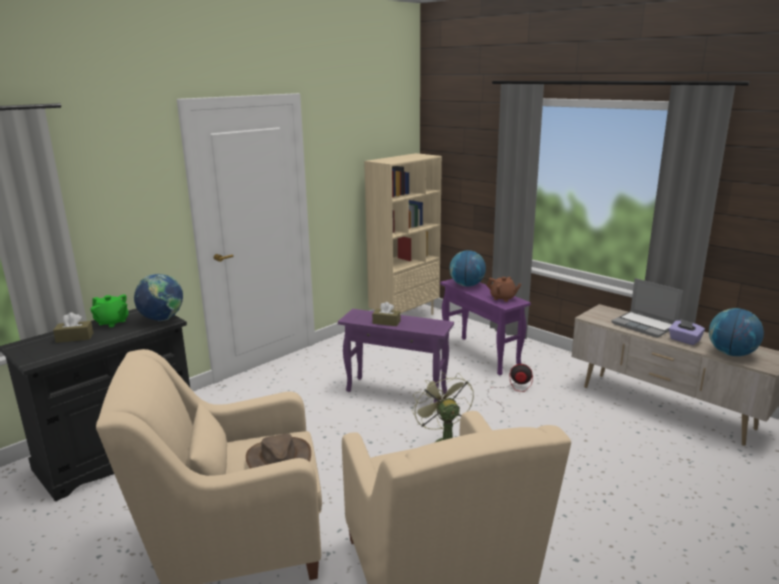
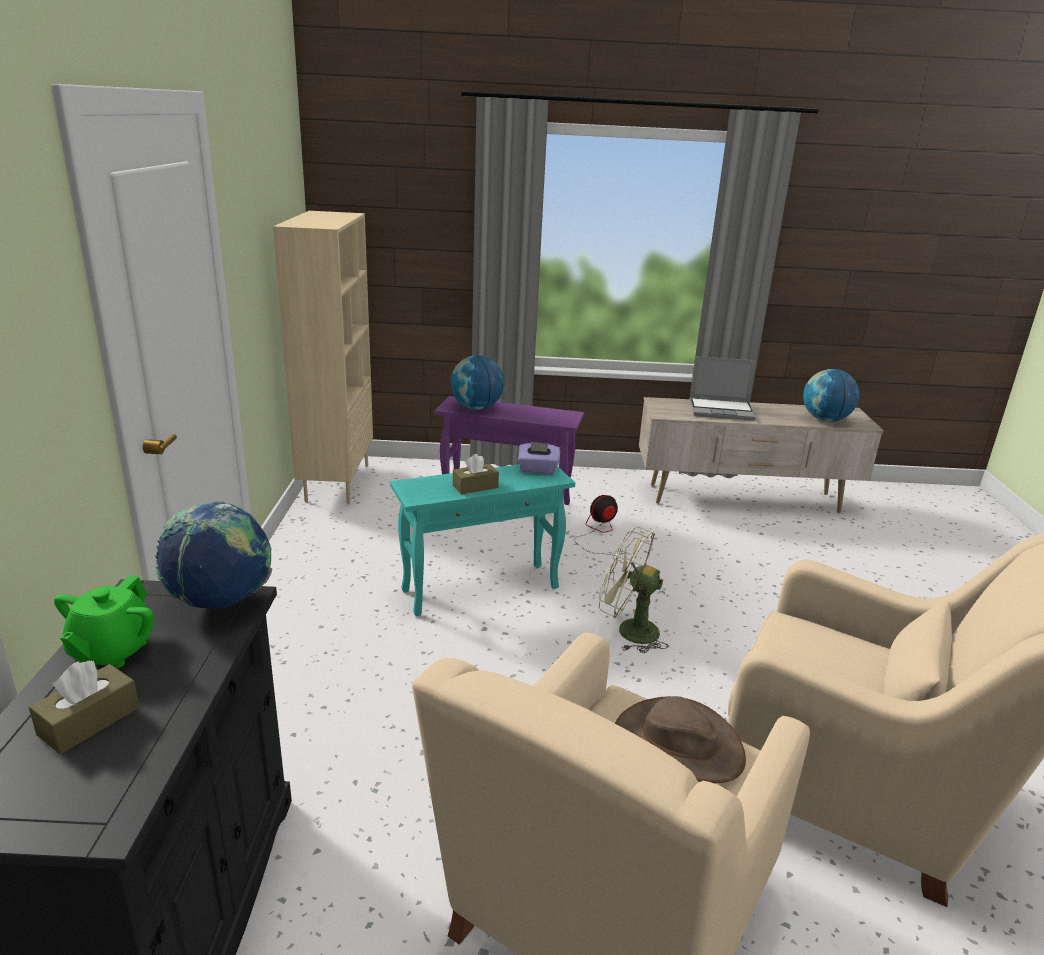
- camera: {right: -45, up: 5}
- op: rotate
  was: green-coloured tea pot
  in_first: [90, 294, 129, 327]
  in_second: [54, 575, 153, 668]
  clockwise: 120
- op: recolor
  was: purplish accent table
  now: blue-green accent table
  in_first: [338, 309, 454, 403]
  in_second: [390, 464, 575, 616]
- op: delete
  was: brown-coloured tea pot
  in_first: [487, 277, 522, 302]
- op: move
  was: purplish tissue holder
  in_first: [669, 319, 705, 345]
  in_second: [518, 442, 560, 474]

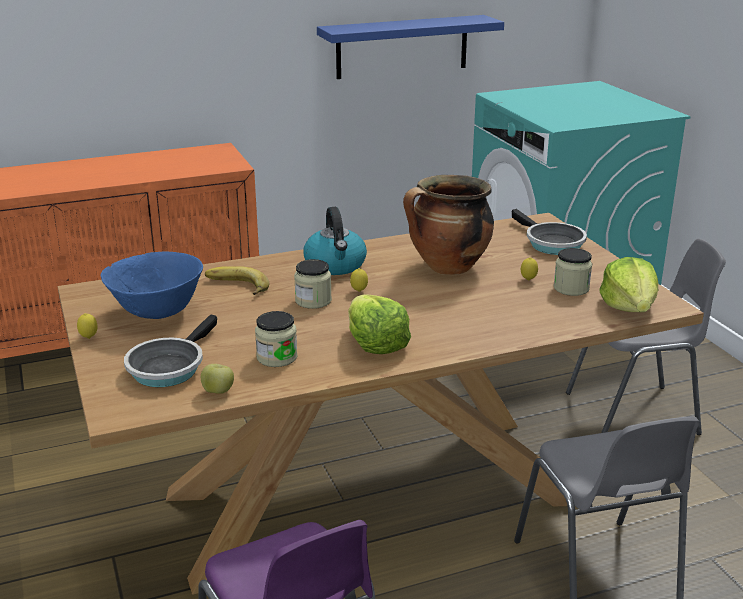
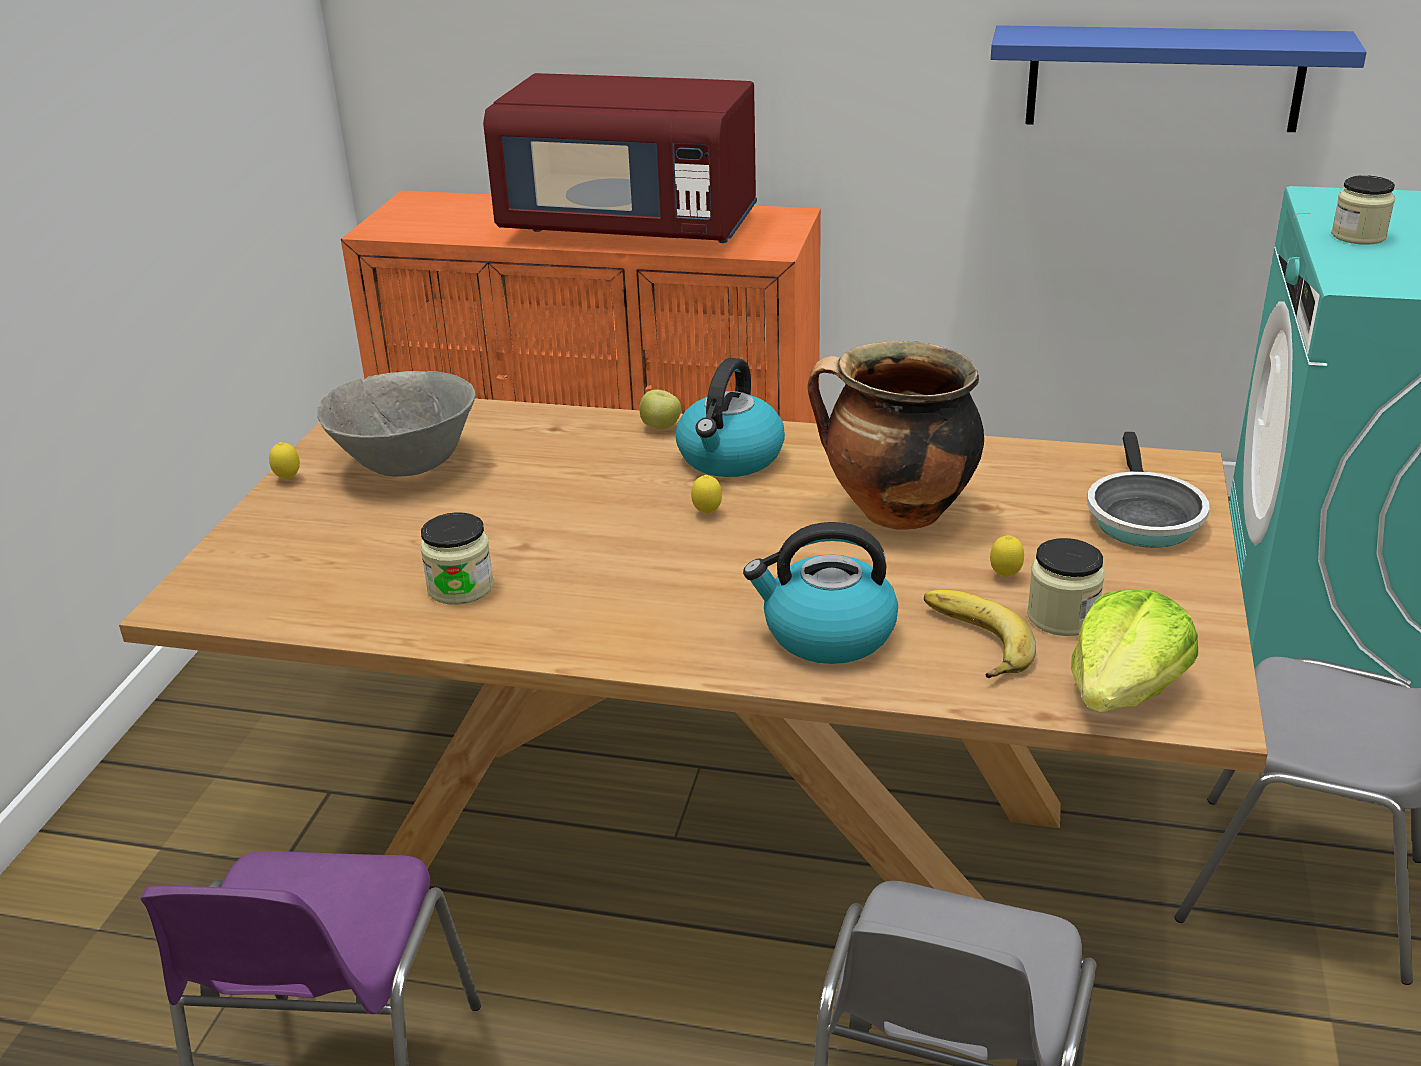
- camera: {right: 35, up: 5}
- op: recolor
  was: blue-coloured serving bowl
  now: greyish serving bowl
  in_first: [101, 252, 203, 319]
  in_second: [317, 371, 475, 477]
- op: delete
  was: pan
  in_first: [124, 315, 217, 387]
- op: move
  was: apple
  in_first: [201, 364, 234, 394]
  in_second: [639, 389, 681, 430]
- op: move
  was: banana
  in_first: [205, 266, 269, 295]
  in_second: [924, 590, 1036, 678]
- op: move
  was: storage jar
  in_first: [294, 259, 332, 309]
  in_second: [1331, 175, 1395, 245]
- op: delete
  was: head of lettuce
  in_first: [348, 294, 411, 354]
- op: insert
  now: reddish microwave
  in_second: [483, 73, 757, 243]
- op: insert
  now: tea kettle
  in_second: [743, 522, 898, 664]

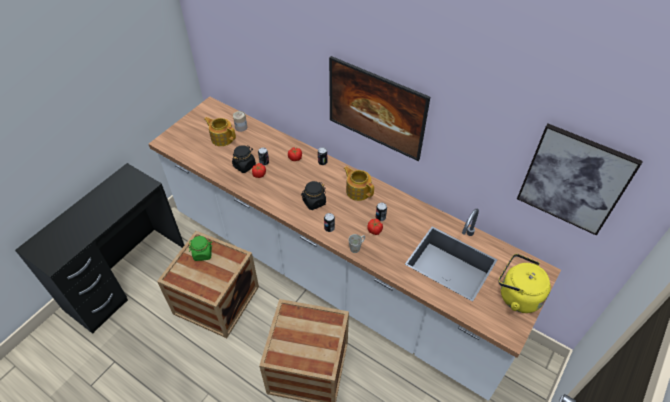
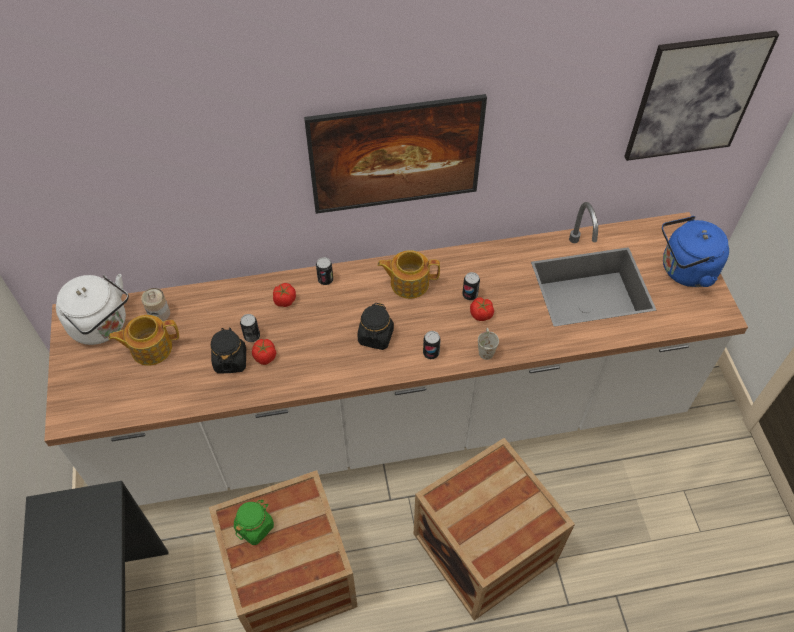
- camera: {right: -45, up: 5}
- op: recolor
  was: yellow tea kettle
  now: blue-coloured tea kettle
  in_first: [499, 254, 551, 313]
  in_second: [662, 216, 729, 287]
- op: insert
  now: white-coloured tea kettle
  in_second: [56, 274, 129, 345]

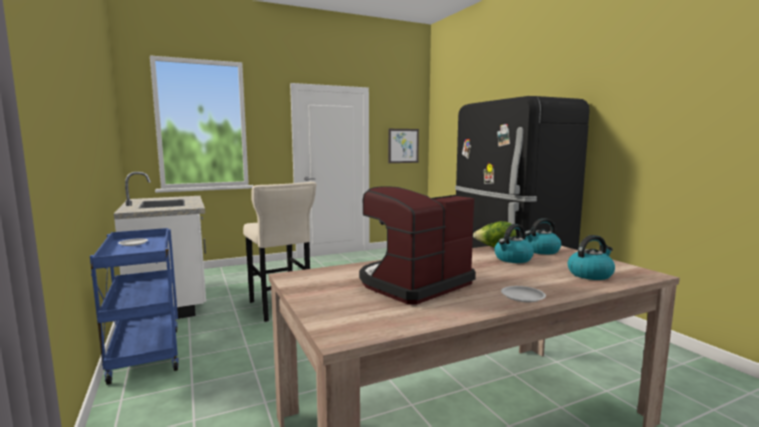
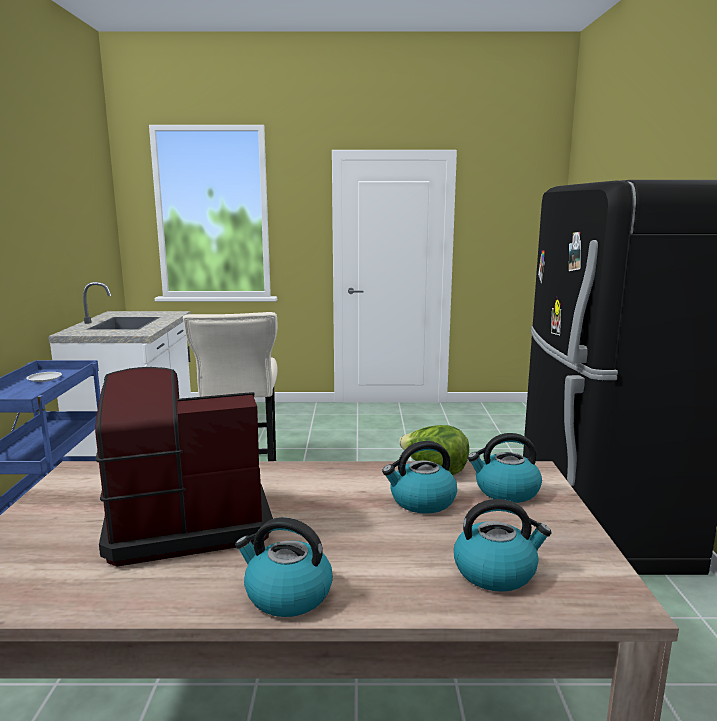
- camera: {right: 25, up: 5}
- op: delete
  was: wall art
  in_first: [388, 129, 419, 163]
- op: replace
  was: white-coloured dinner plate
  now: tea kettle
  in_first: [501, 286, 546, 302]
  in_second: [235, 517, 333, 617]

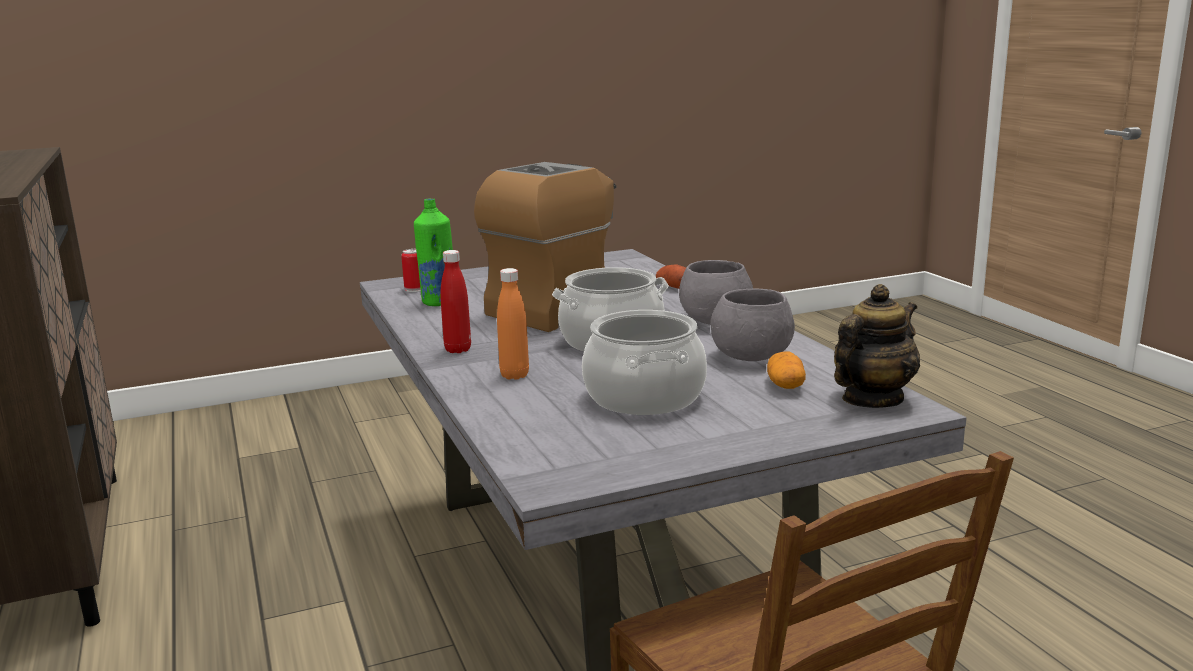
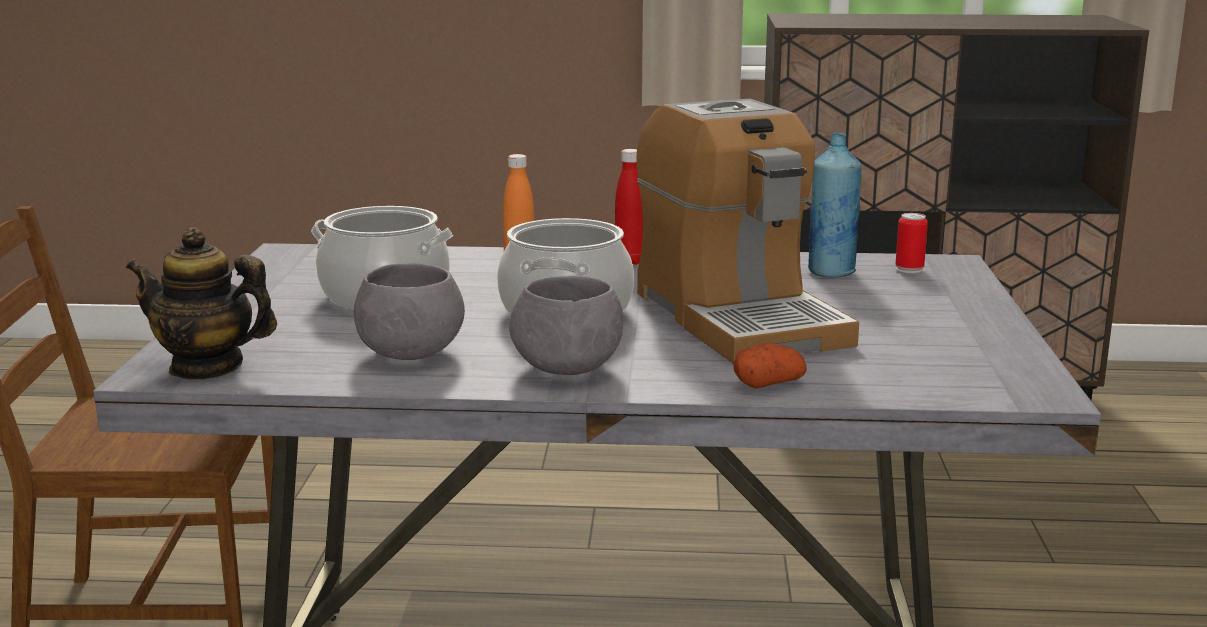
- camera: {right: 115, up: 0}
- op: recolor
  was: green-coloured drink bottle
  now: blue-coloured drink bottle
  in_first: [414, 199, 453, 306]
  in_second: [808, 133, 861, 277]
- op: delete
  was: spud
  in_first: [767, 351, 806, 389]
- op: rotate
  was: tea pot
  in_first: [834, 284, 920, 408]
  in_second: [126, 228, 277, 380]
  clockwise: 120

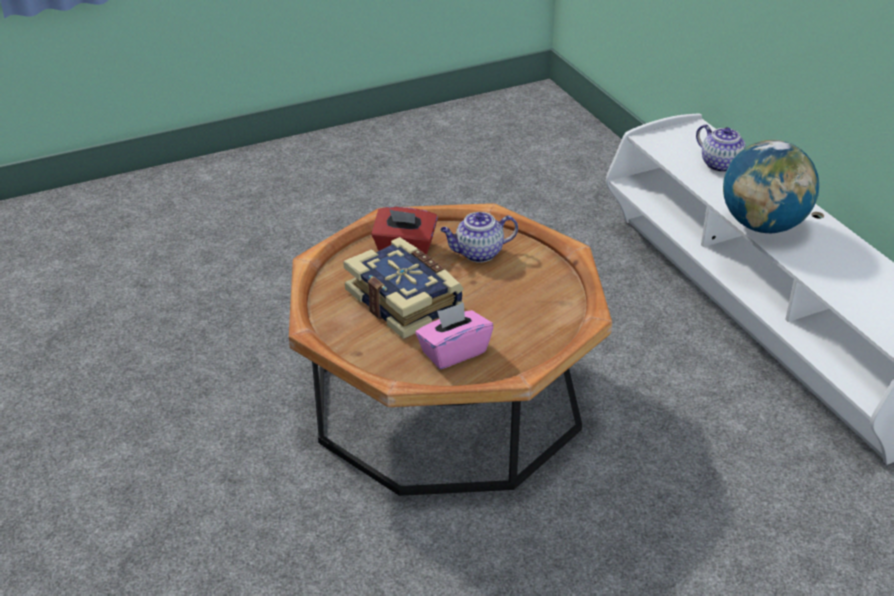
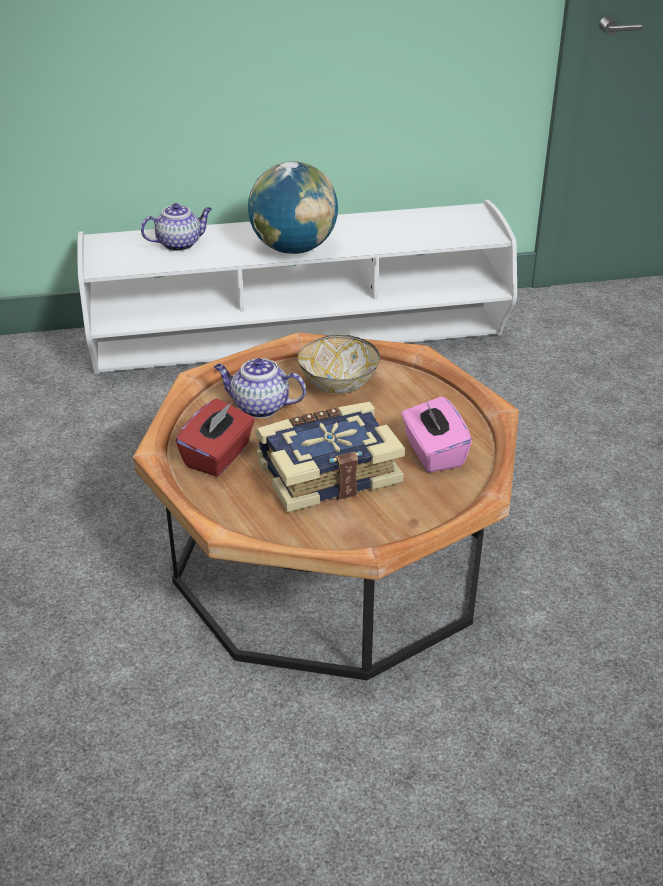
- camera: {right: -75, up: 0}
- op: rotate
  was: tea pot
  in_first: [440, 212, 518, 263]
  in_second: [214, 358, 306, 418]
  clockwise: 105
- op: insert
  now: serving bowl
  in_second: [297, 334, 380, 394]

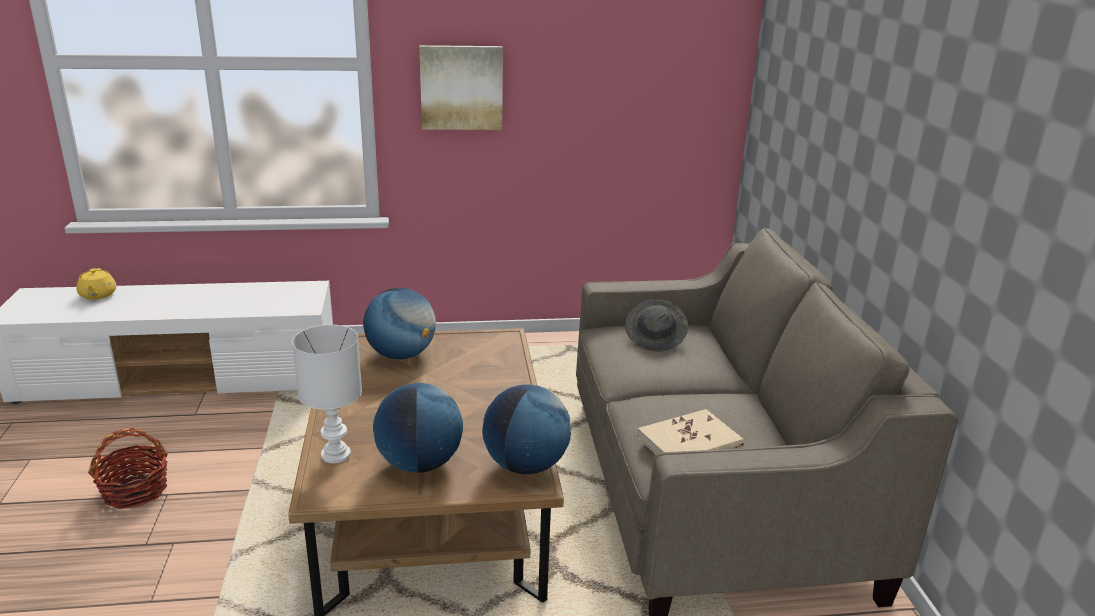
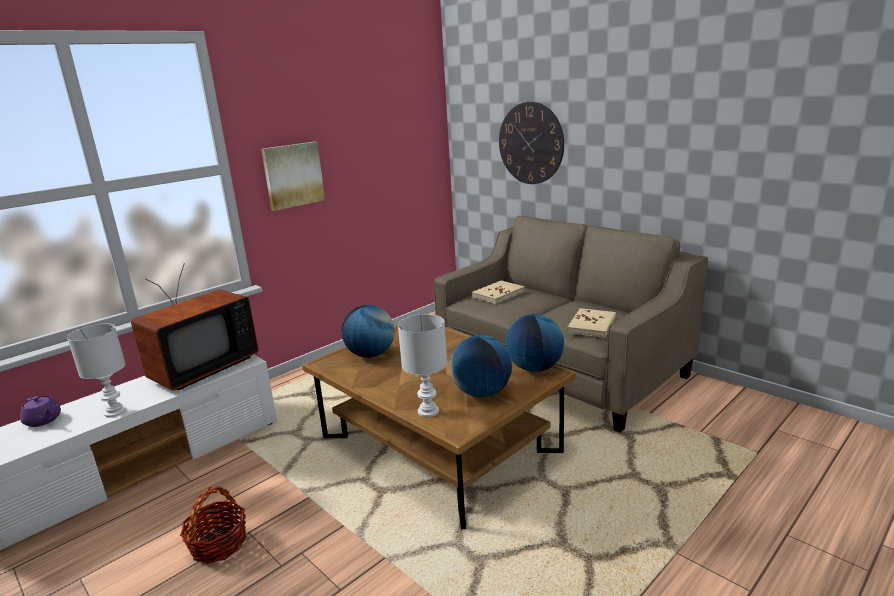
- camera: {right: -35, up: -5}
- op: recolor
  was: yellow tea pot
  now: purplish tea pot
  in_first: [76, 268, 116, 300]
  in_second: [20, 396, 61, 427]
- op: replace
  was: greyish wearable hat
  now: beige-coloured book
  in_first: [625, 299, 689, 352]
  in_second: [472, 280, 525, 304]
- op: insert
  now: white-coloured tabletop lamp
  in_second: [67, 323, 126, 418]
- op: insert
  now: TV
  in_second: [131, 263, 258, 391]
- op: insert
  now: wall clock
  in_second: [499, 102, 564, 184]

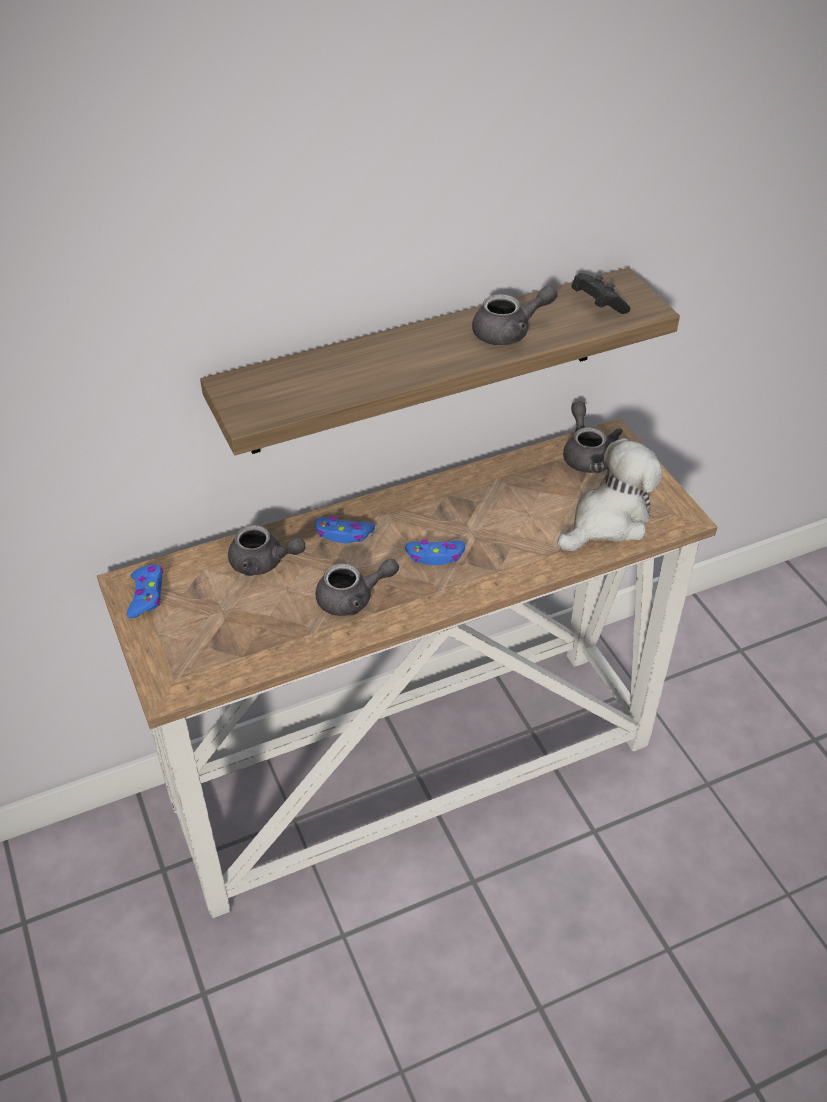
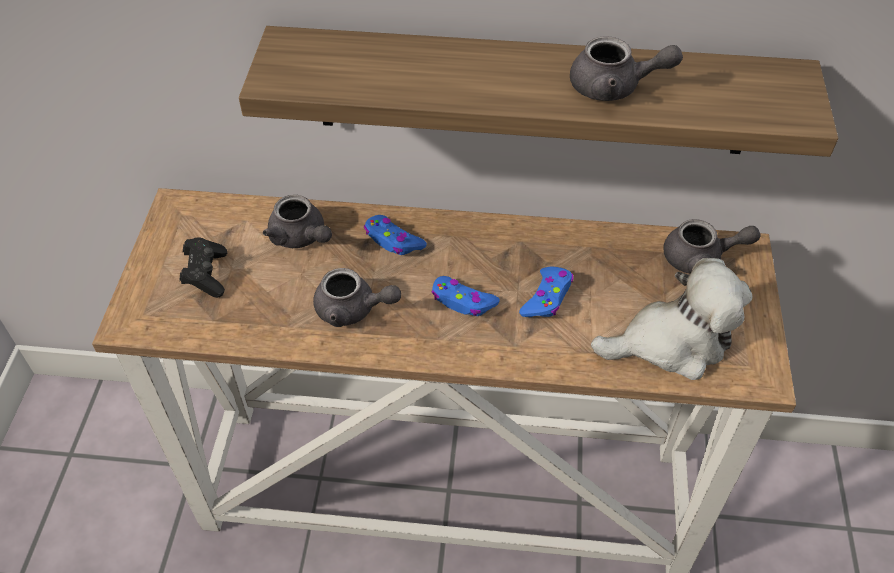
- camera: {right: 30, up: 5}
- op: move
  was: blue-coloured game controller
  in_first: [127, 565, 163, 619]
  in_second: [519, 266, 574, 317]
- op: rotate
  was: greyish tea pot
  in_first: [563, 401, 623, 473]
  in_second: [663, 219, 761, 274]
  clockwise: 75
- op: move
  was: blackish game controller
  in_first: [571, 273, 630, 314]
  in_second: [180, 237, 227, 298]

